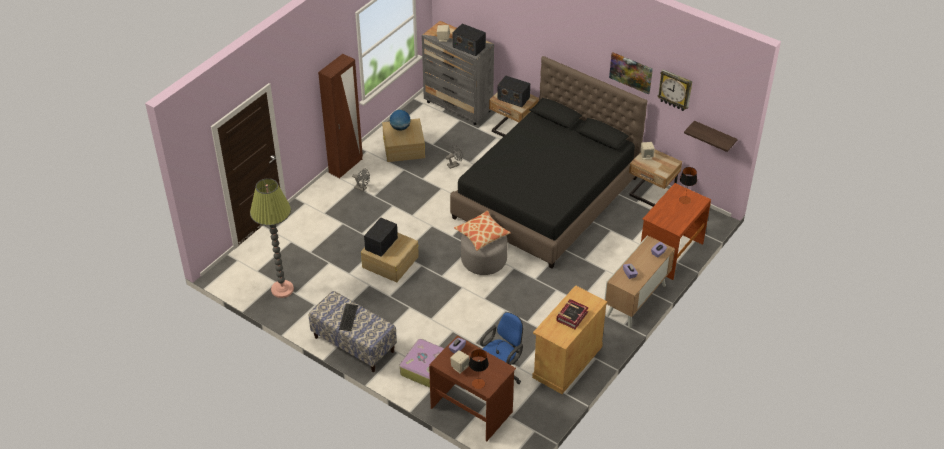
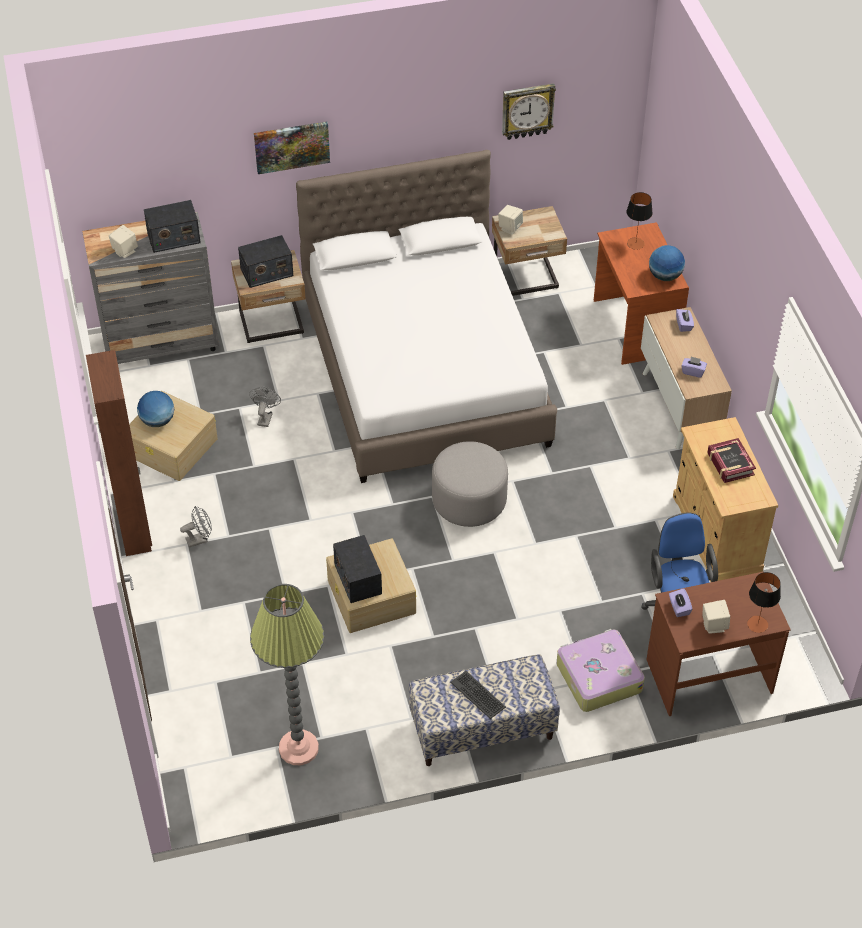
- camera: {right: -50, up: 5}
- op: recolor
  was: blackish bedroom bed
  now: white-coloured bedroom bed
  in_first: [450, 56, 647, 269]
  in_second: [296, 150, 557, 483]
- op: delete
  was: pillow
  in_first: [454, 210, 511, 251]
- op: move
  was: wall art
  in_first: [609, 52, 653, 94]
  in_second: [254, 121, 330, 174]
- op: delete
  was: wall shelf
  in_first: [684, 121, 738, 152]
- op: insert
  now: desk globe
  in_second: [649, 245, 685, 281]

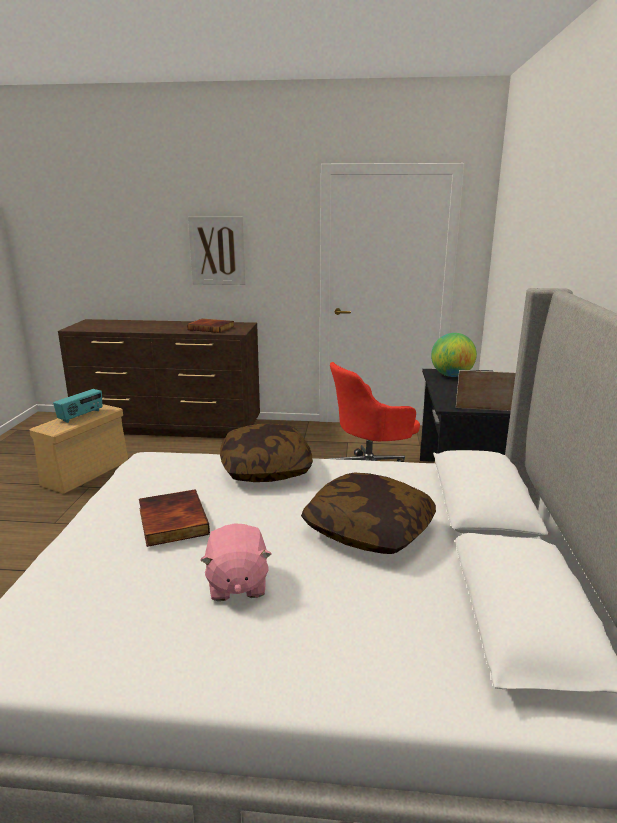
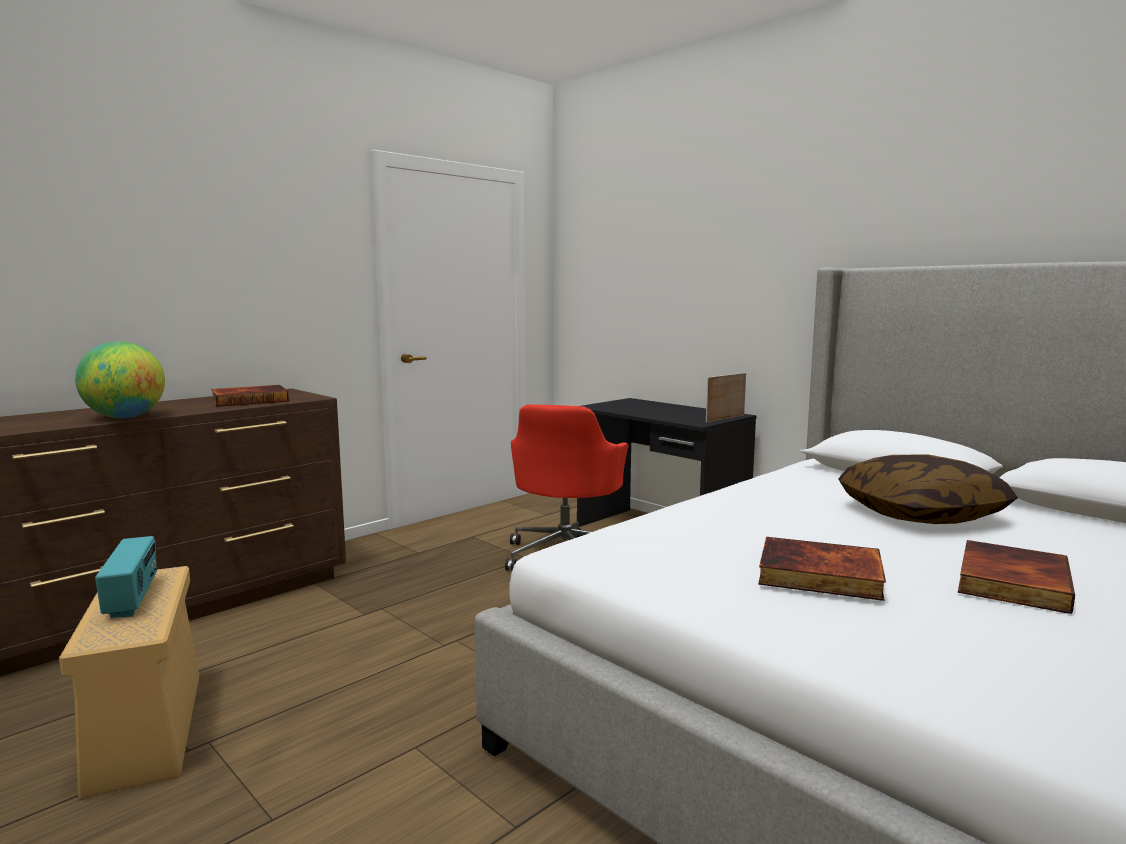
- camera: {right: -50, up: -10}
- op: delete
  was: wall art
  in_first: [188, 217, 245, 285]
- op: replace
  was: pinkish plush toy
  now: book
  in_first: [200, 523, 272, 601]
  in_second: [958, 540, 1075, 614]
- op: delete
  was: pillow
  in_first: [220, 424, 313, 482]
- op: move
  was: desk globe
  in_first: [431, 333, 477, 377]
  in_second: [75, 341, 165, 418]

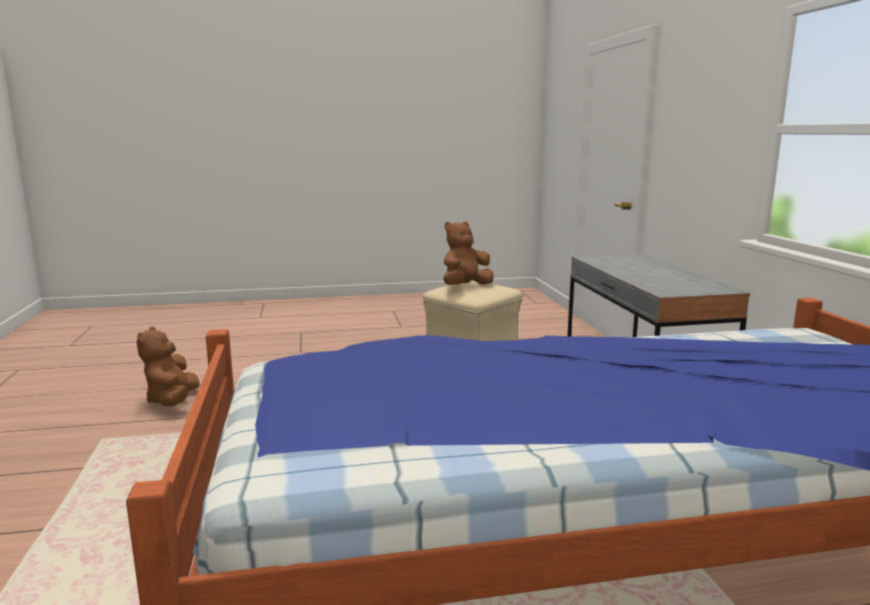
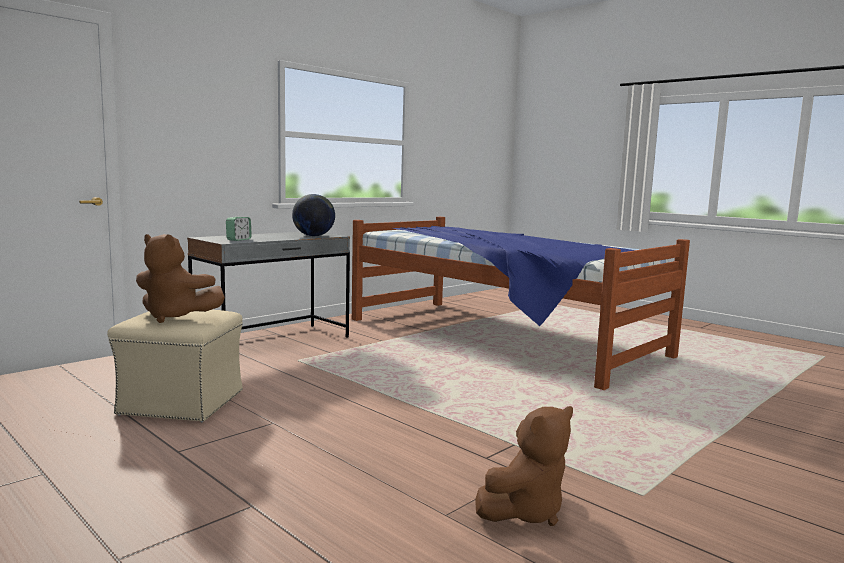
- camera: {right: -125, up: -5}
- op: insert
  now: bedside clock
  in_second: [226, 217, 252, 241]
- op: insert
  now: desk globe
  in_second: [292, 194, 335, 236]

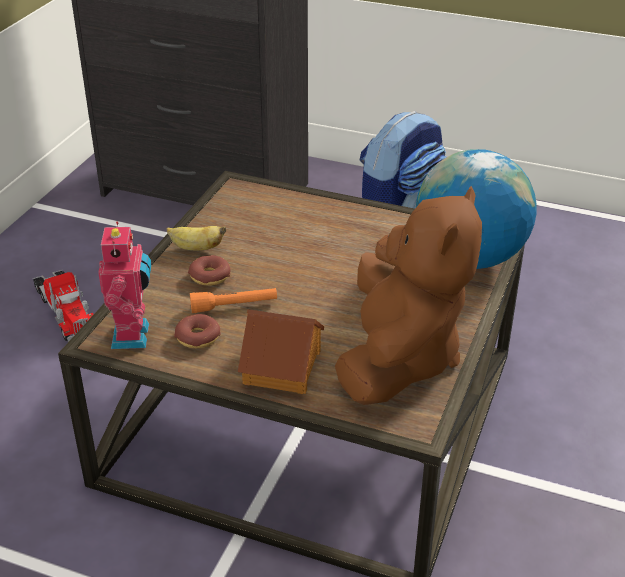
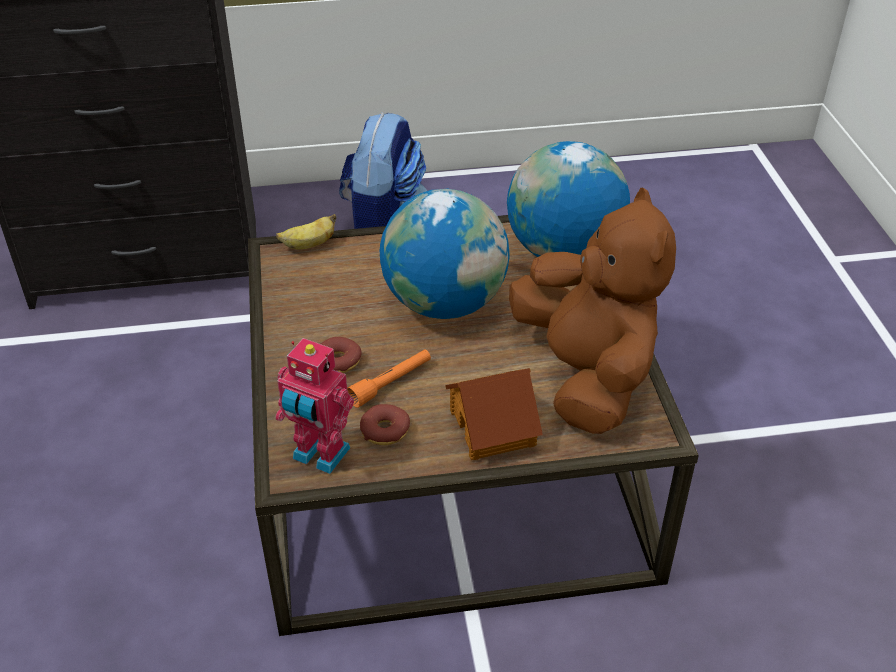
- camera: {right: -30, up: 5}
- op: delete
  was: toy truck
  in_first: [33, 270, 94, 342]
- op: rotate
  was: robot figure
  in_first: [98, 222, 151, 349]
  in_second: [275, 338, 354, 474]
  clockwise: 150
- op: move
  was: banana
  in_first: [166, 226, 226, 250]
  in_second: [276, 214, 337, 249]
- op: insert
  now: desk globe
  in_second: [380, 188, 510, 319]

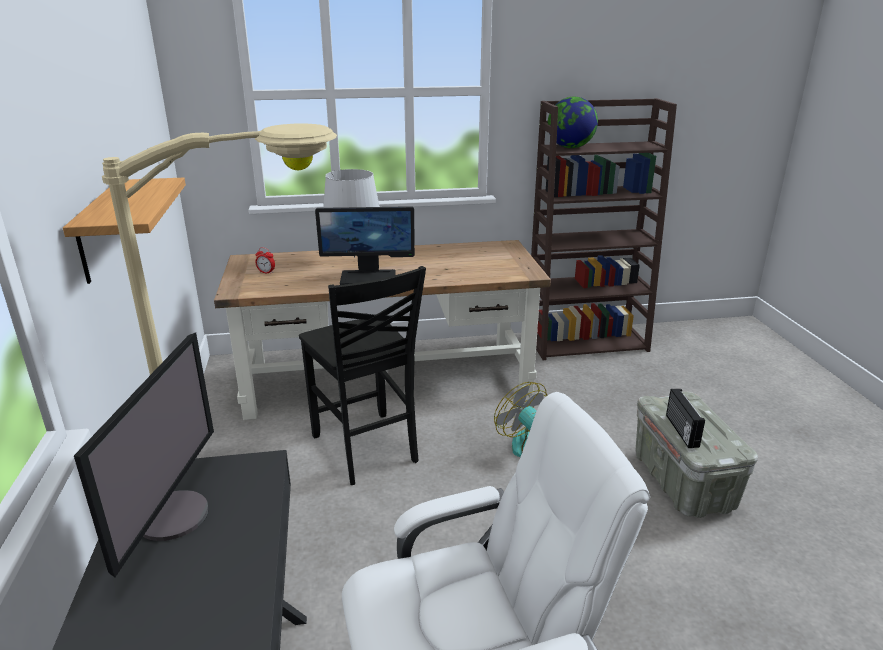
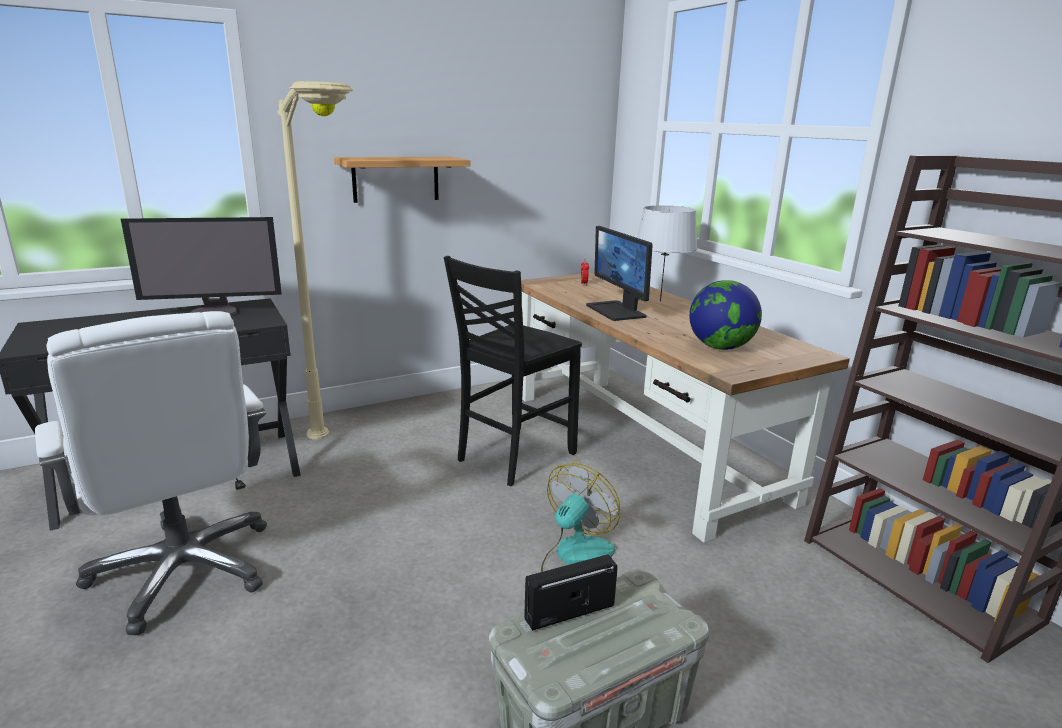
- camera: {right: 70, up: -5}
- op: move
  was: desk globe
  in_first: [548, 97, 598, 148]
  in_second: [689, 280, 762, 350]

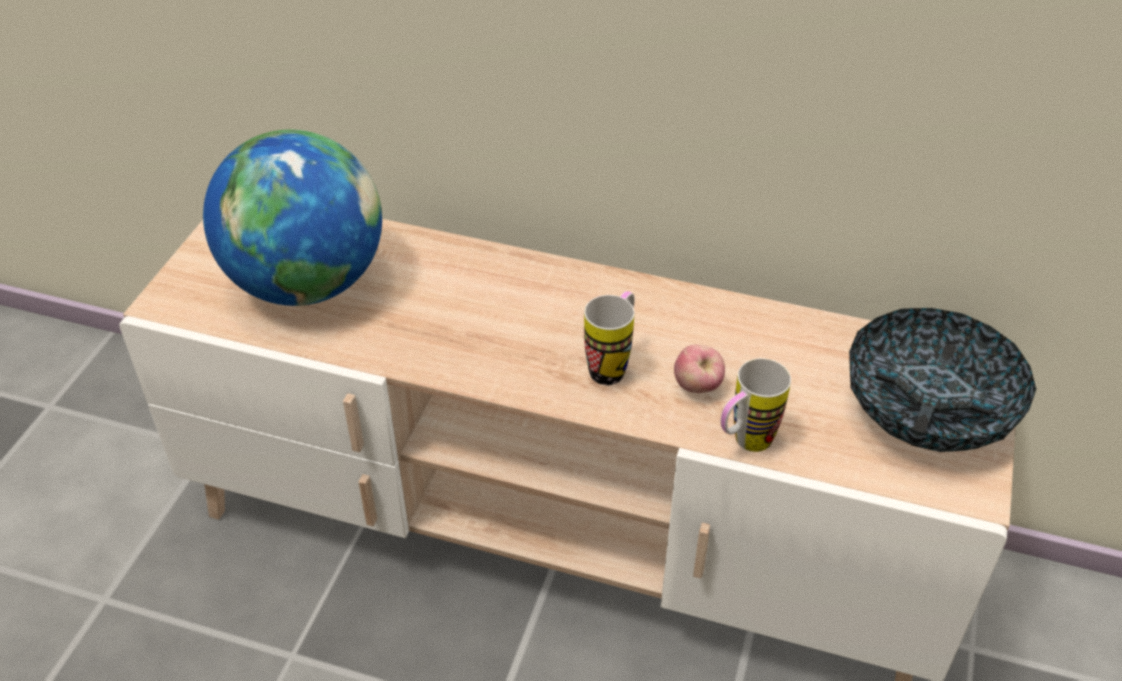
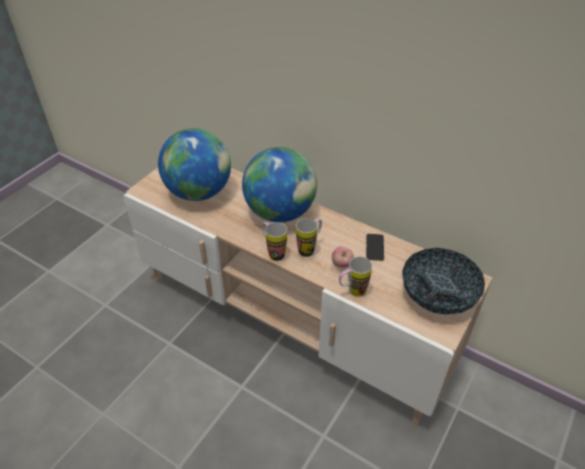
- camera: {right: 15, up: 0}
- op: insert
  now: desk globe
  in_second: [242, 147, 317, 223]
- op: insert
  now: coffee mug
  in_second: [262, 222, 287, 261]
- op: insert
  now: handset
  in_second: [366, 234, 384, 261]

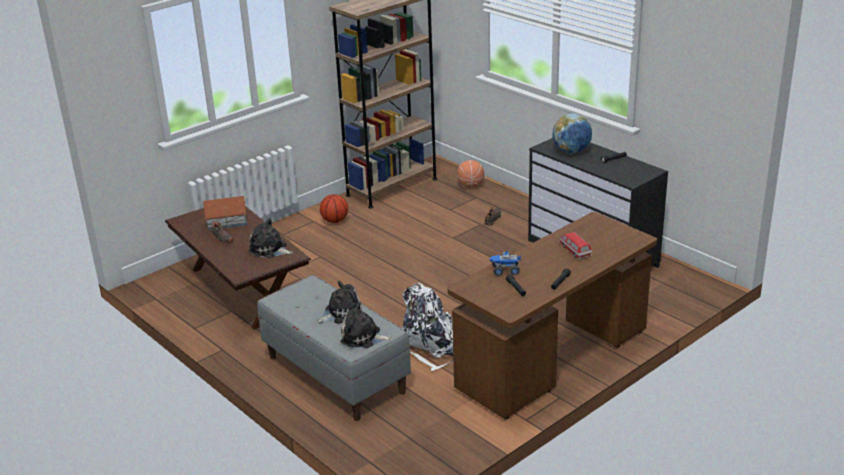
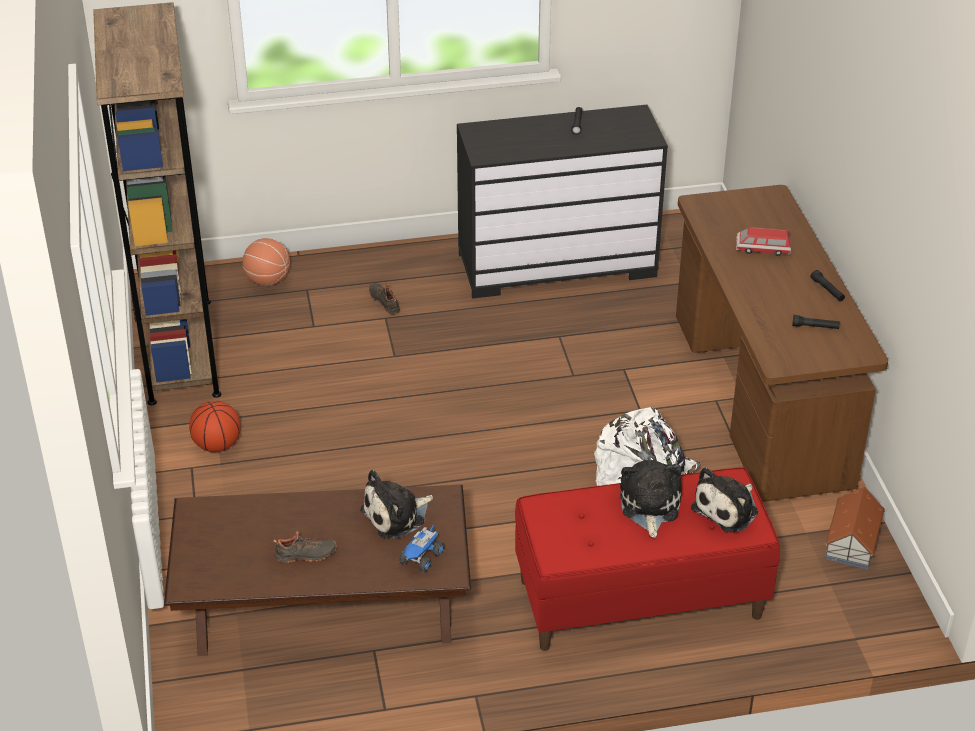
- camera: {right: -60, up: 10}
- op: move
  was: miniature house
  in_first: [203, 196, 247, 230]
  in_second: [825, 487, 885, 569]
- op: recolor
  was: greyish indoor bench
  now: reddish indoor bench
  in_first: [257, 275, 411, 421]
  in_second: [515, 467, 780, 651]
- op: move
  was: toy truck
  in_first: [489, 251, 521, 276]
  in_second: [399, 524, 445, 573]
- op: delete
  was: desk globe
  in_first: [552, 114, 592, 154]

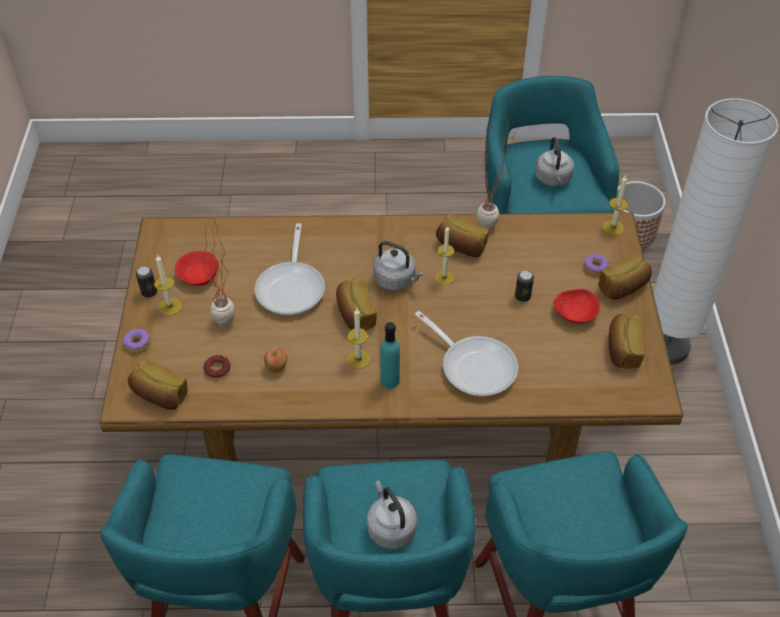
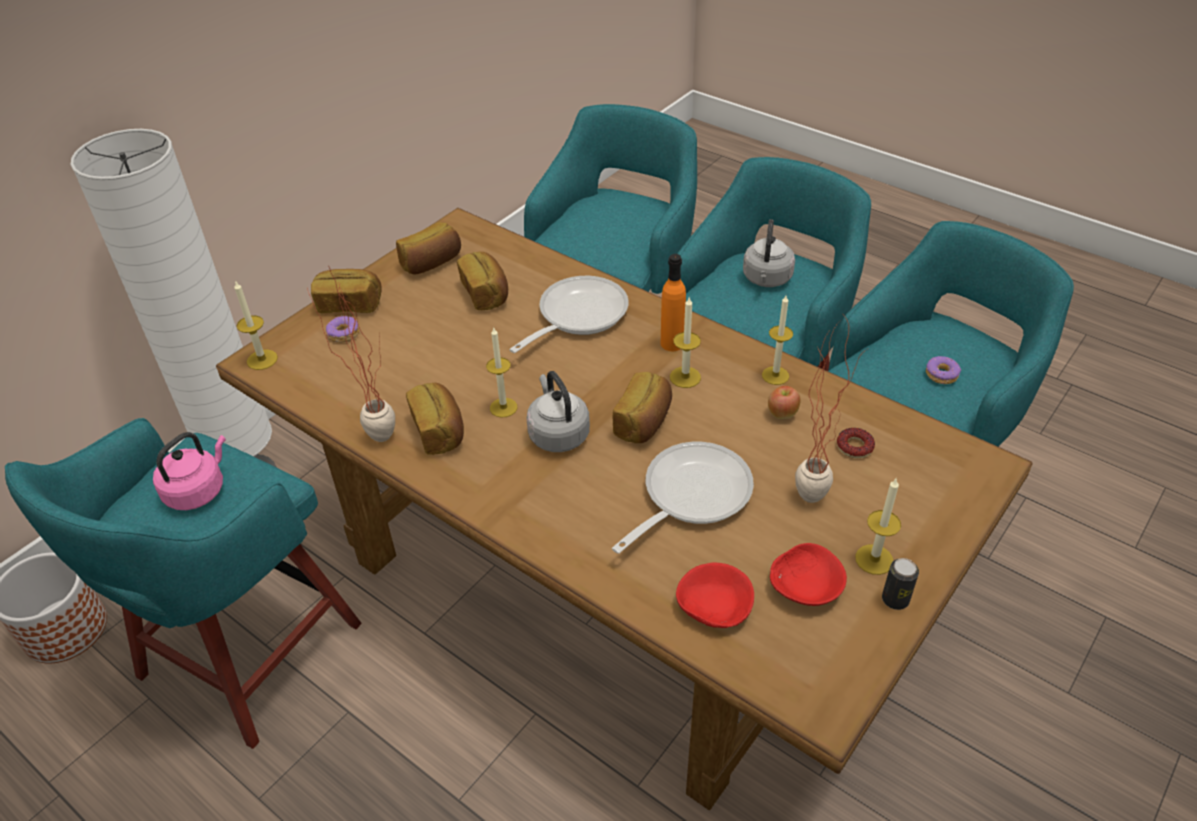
- camera: {right: -140, up: -5}
- op: move
  was: donut
  in_first: [123, 328, 150, 352]
  in_second: [926, 356, 961, 384]
- op: move
  was: bread
  in_first: [128, 359, 188, 410]
  in_second: [457, 252, 508, 310]
- op: recolor
  was: blue-green drink bottle
  now: orangey drink bottle
  in_first: [380, 322, 400, 389]
  in_second: [661, 254, 686, 351]
- op: rotate
  was: pan
  in_first: [415, 311, 518, 396]
  in_second: [509, 276, 629, 353]
  clockwise: 45
- op: delete
  was: can
  in_first: [515, 270, 534, 302]
- op: recolor
  was: greyish tea kettle
  now: pinkish tea kettle
  in_first: [535, 137, 574, 187]
  in_second: [153, 432, 226, 510]
- op: move
  was: reddish serving bowl
  in_first: [553, 289, 600, 323]
  in_second: [676, 563, 754, 628]
- op: insert
  now: candle
  in_second: [762, 296, 793, 385]

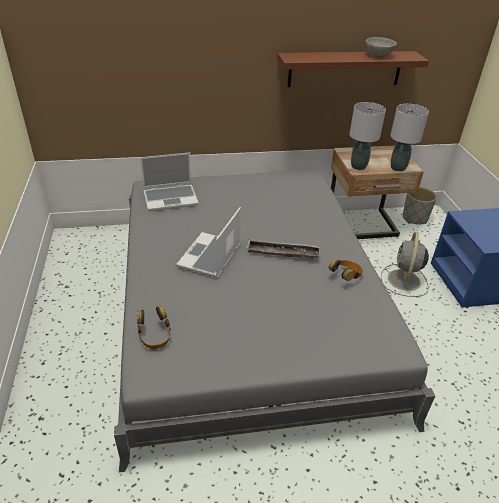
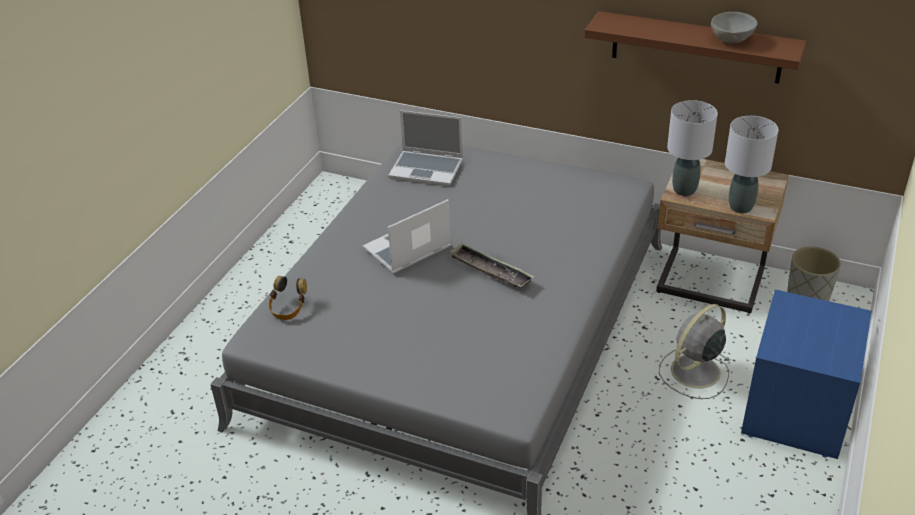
- camera: {right: 35, up: 0}
- op: delete
  was: headset
  in_first: [328, 259, 363, 281]

